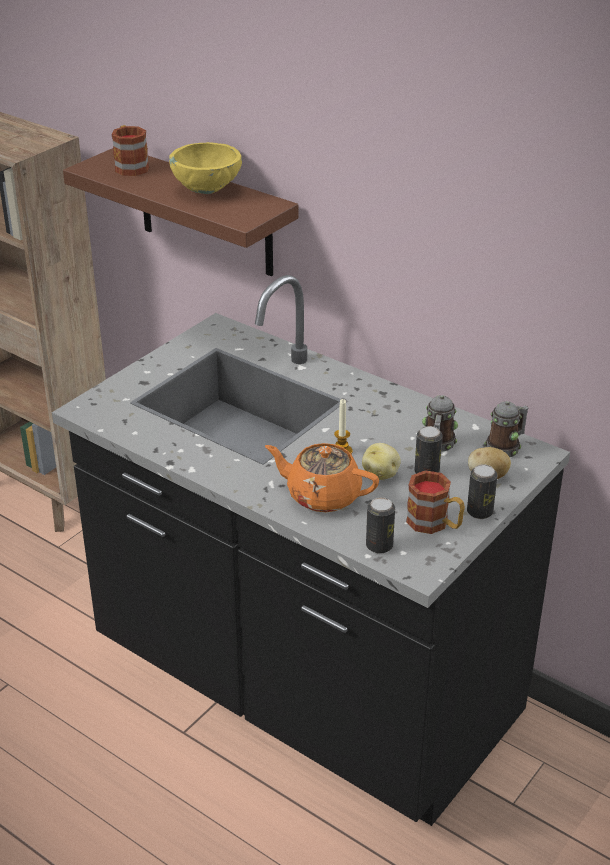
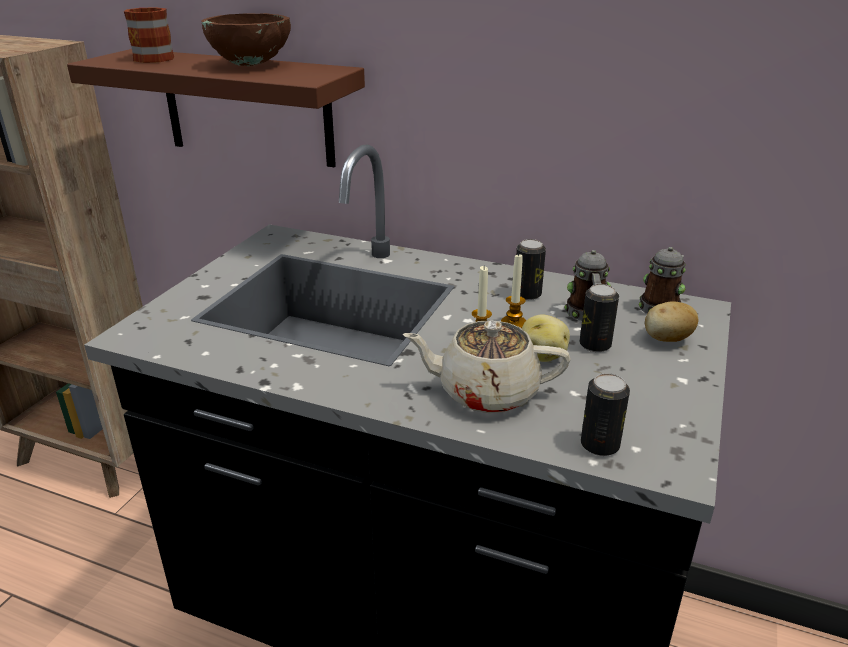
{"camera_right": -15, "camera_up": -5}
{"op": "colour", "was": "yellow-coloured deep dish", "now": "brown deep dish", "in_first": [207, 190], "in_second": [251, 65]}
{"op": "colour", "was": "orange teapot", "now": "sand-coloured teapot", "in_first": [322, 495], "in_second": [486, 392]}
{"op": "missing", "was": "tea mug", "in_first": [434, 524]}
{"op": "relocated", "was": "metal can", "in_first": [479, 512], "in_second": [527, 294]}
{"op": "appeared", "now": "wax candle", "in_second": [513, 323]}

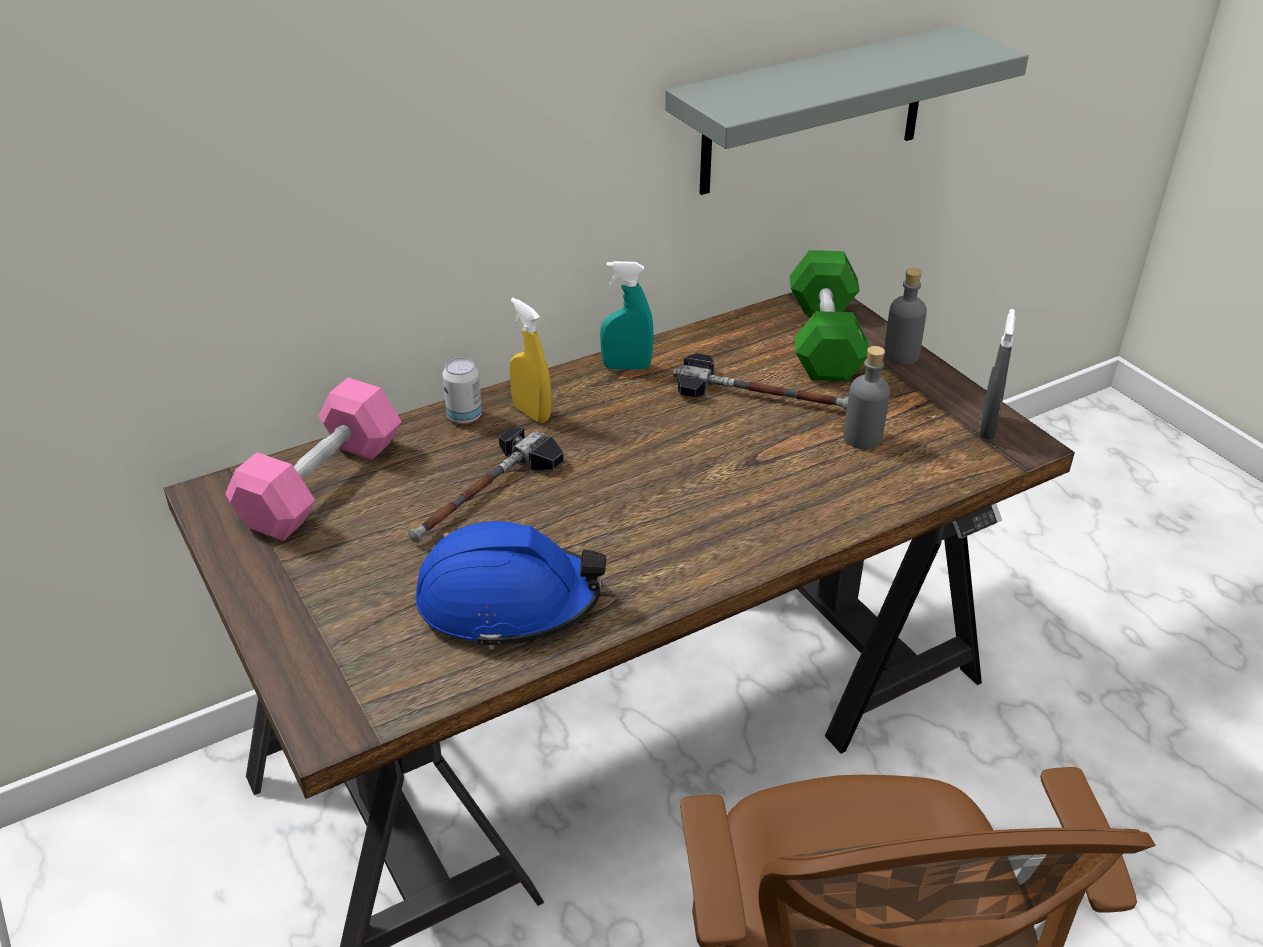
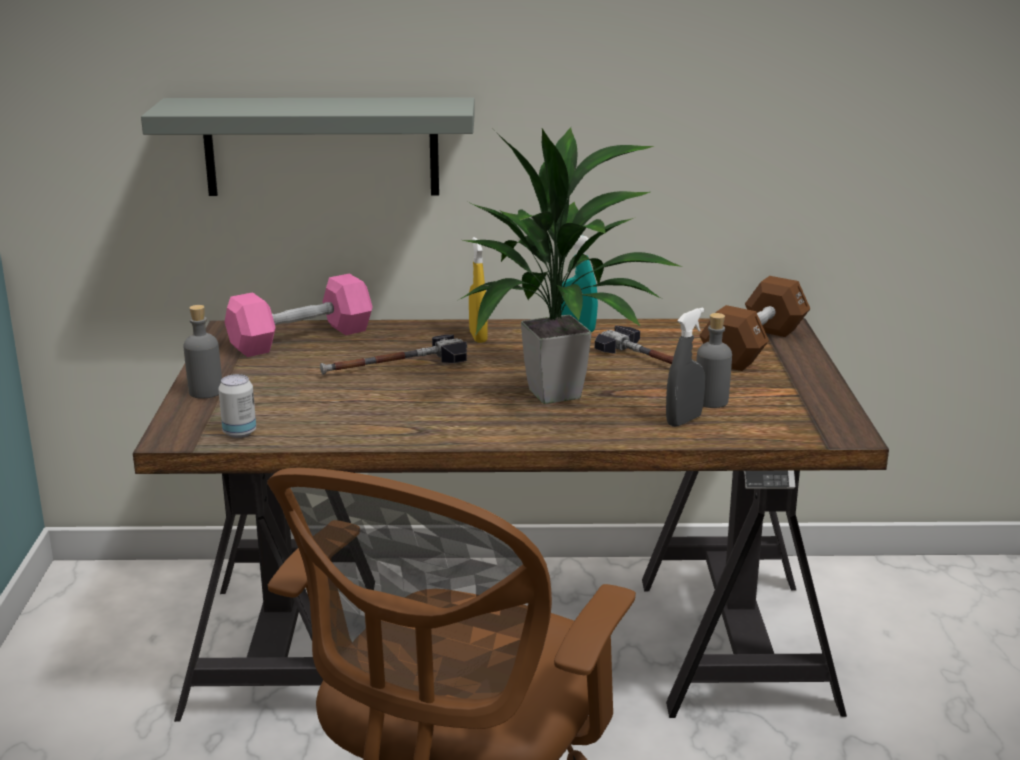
{"camera_right": 30, "camera_up": -15}
{"op": "missing", "was": "blue hard hat", "in_first": [508, 602]}
{"op": "relocated", "was": "metal can", "in_first": [464, 416], "in_second": [239, 432]}
{"op": "relocated", "was": "grey wall shelf", "in_first": [814, 111], "in_second": [321, 146]}
{"op": "colour", "was": "green-coloured hand weight", "now": "brown hand weight", "in_first": [824, 339], "in_second": [754, 346]}
{"op": "relocated", "was": "grey bottle", "in_first": [901, 355], "in_second": [205, 392]}
{"op": "relocated", "was": "grey sprayer", "in_first": [987, 427], "in_second": [684, 420]}
{"op": "appeared", "now": "houseplant", "in_second": [558, 393]}

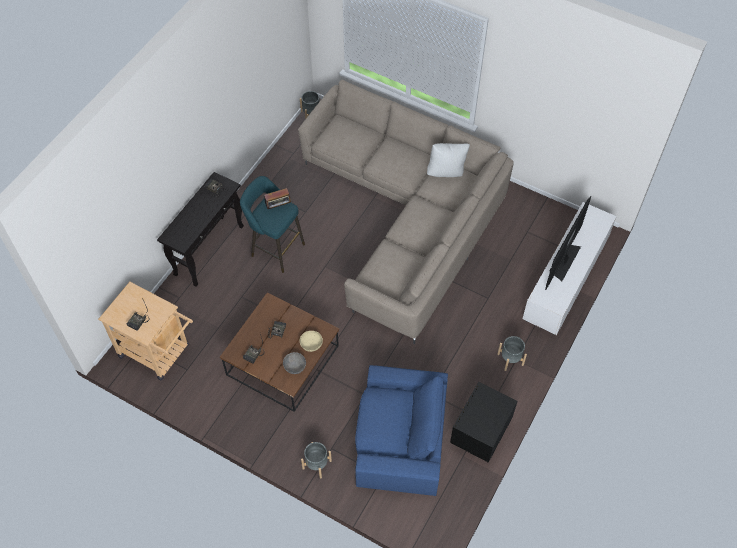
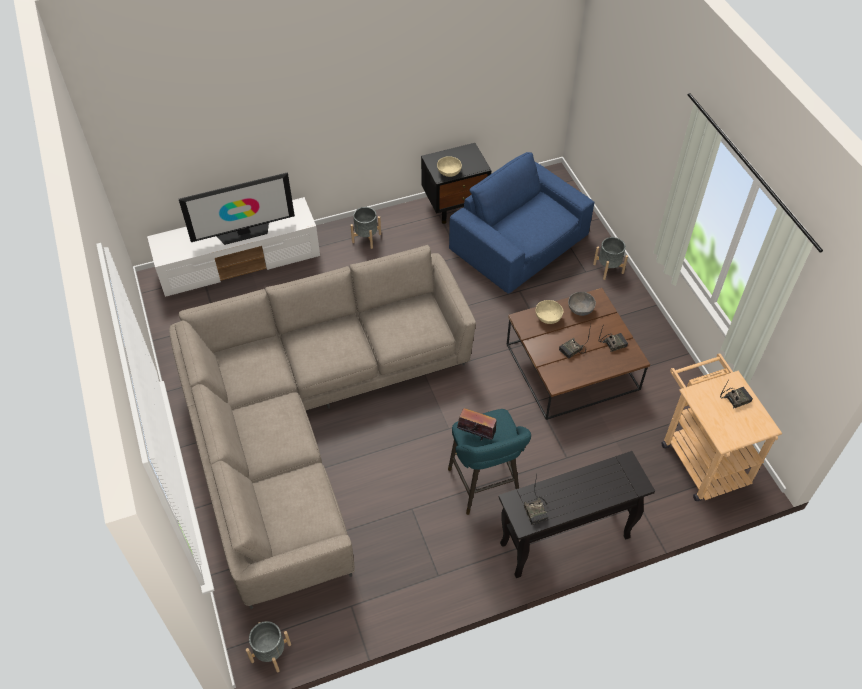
{"camera_right": -140, "camera_up": -5}
{"op": "missing", "was": "whitish cushion", "in_first": [446, 172]}
{"op": "appeared", "now": "sand-coloured deep dish", "in_second": [449, 172]}

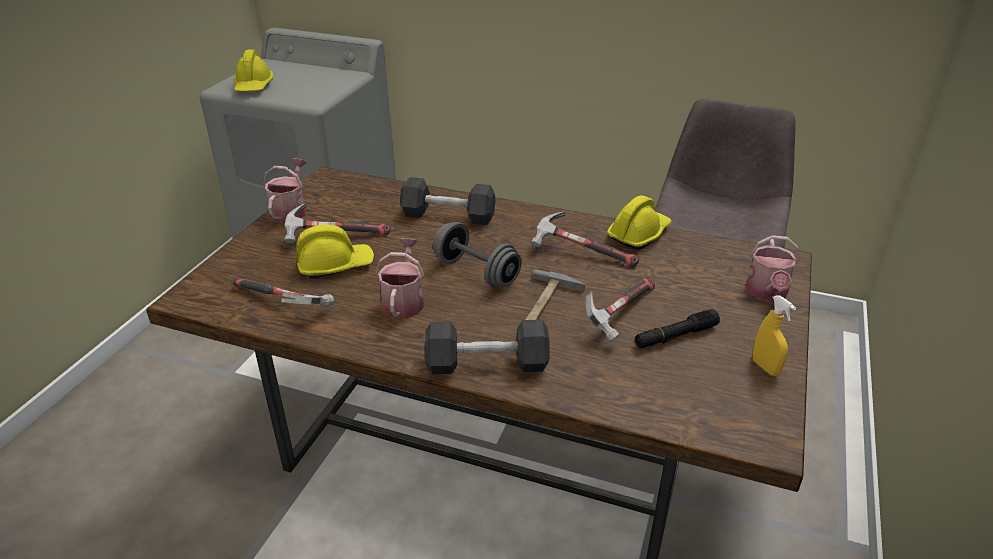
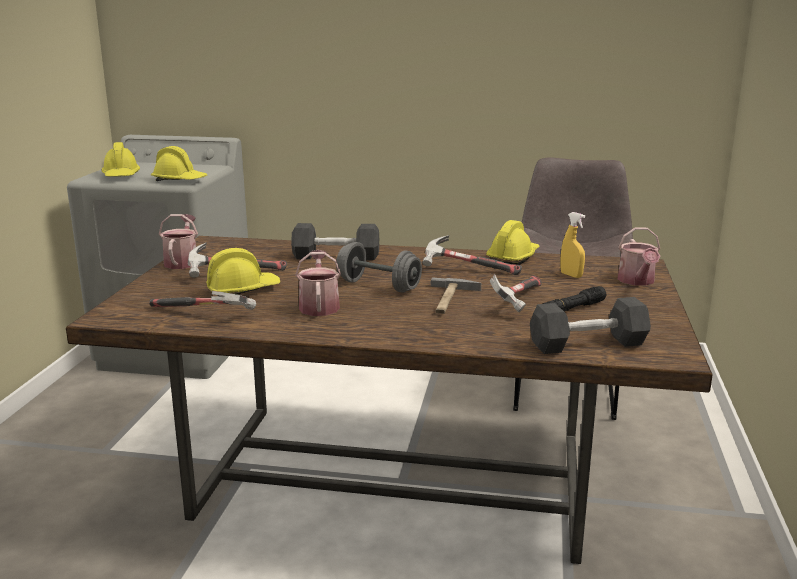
{"camera_right": -10, "camera_up": -15}
{"op": "relocated", "was": "black-coloured hand weight", "in_first": [487, 364], "in_second": [588, 344]}
{"op": "relocated", "was": "yellow-coloured sprayer", "in_first": [765, 367], "in_second": [571, 275]}
{"op": "appeared", "now": "yellow-coloured hard hat", "in_second": [180, 180]}

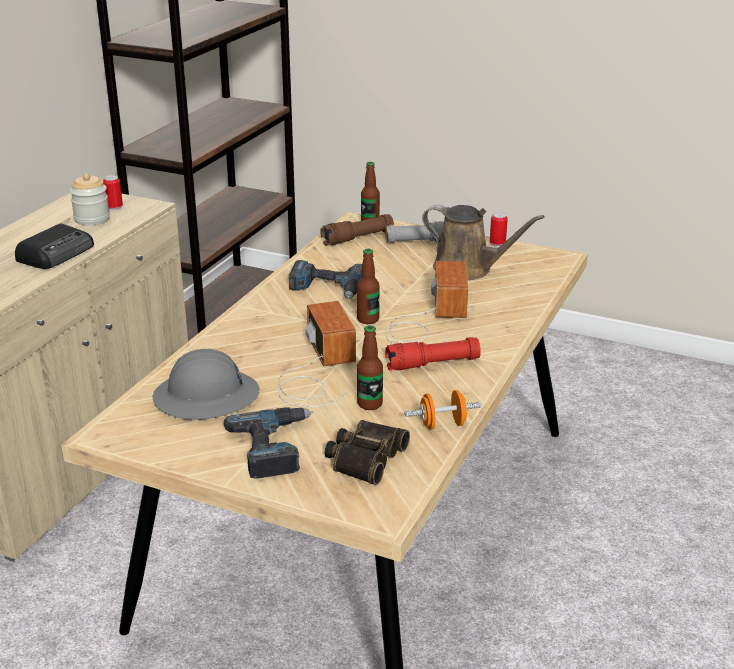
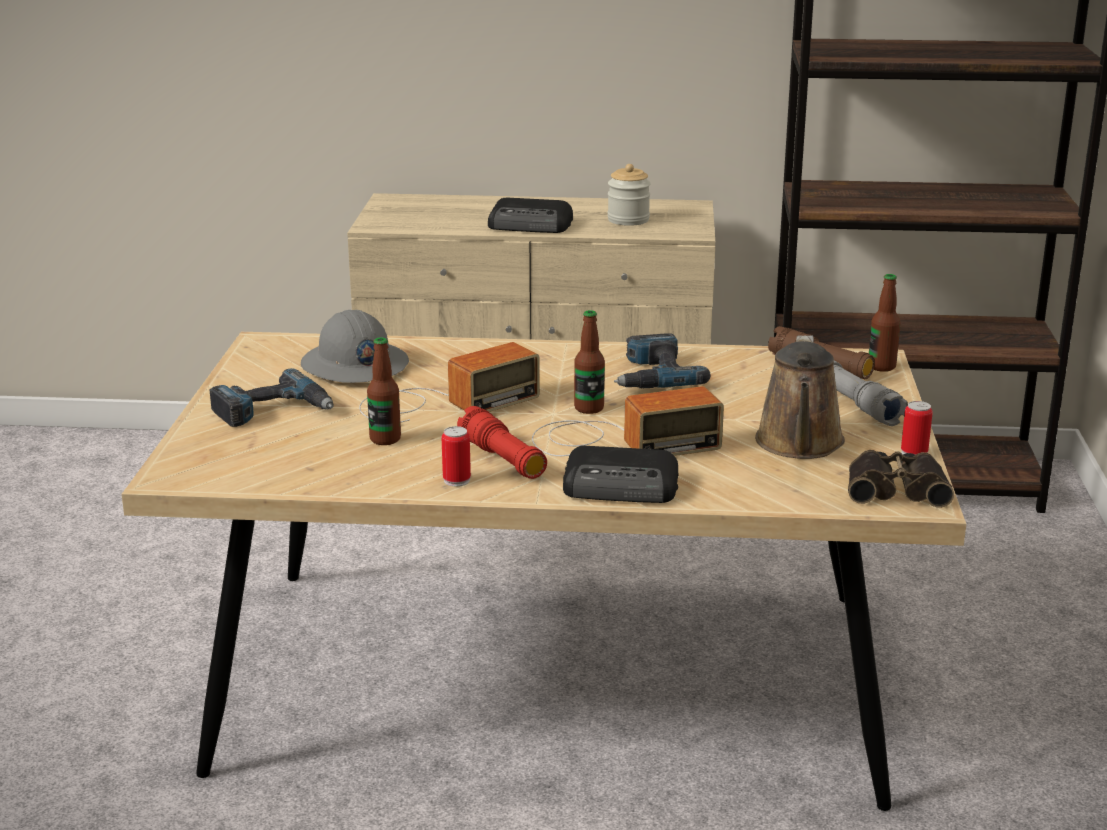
{"camera_right": 70, "camera_up": -5}
{"op": "relocated", "was": "metal can", "in_first": [114, 207], "in_second": [456, 480]}
{"op": "relocated", "was": "binoculars", "in_first": [365, 458], "in_second": [897, 489]}
{"op": "missing", "was": "orange hand weight", "in_first": [442, 424]}
{"op": "appeared", "now": "radio set", "in_second": [622, 486]}

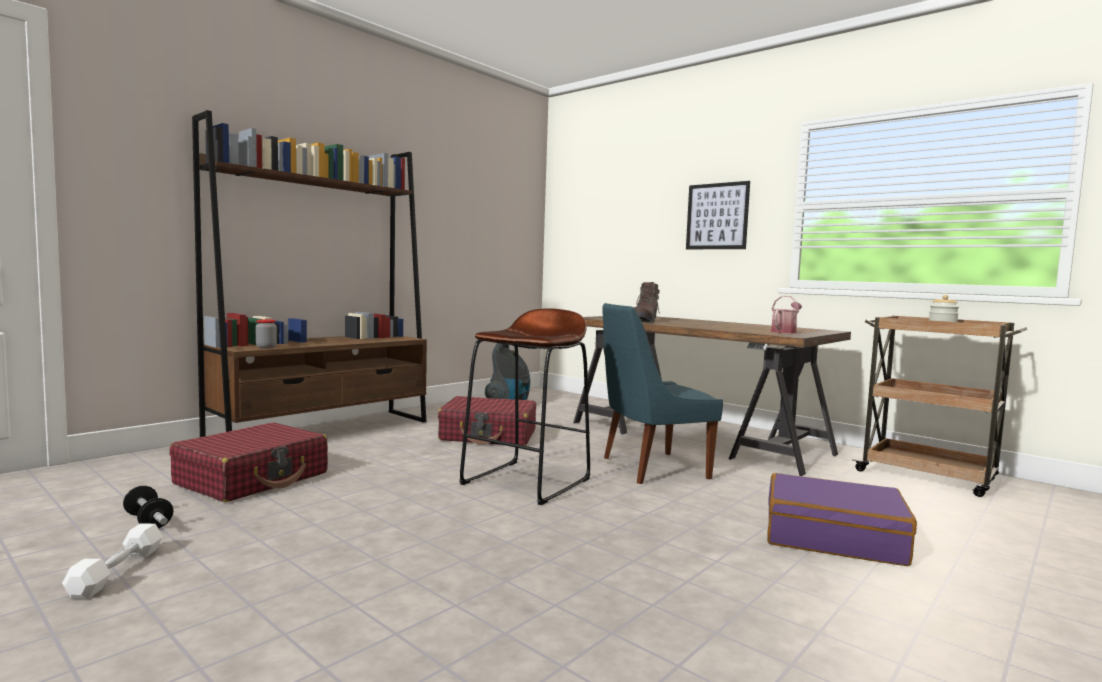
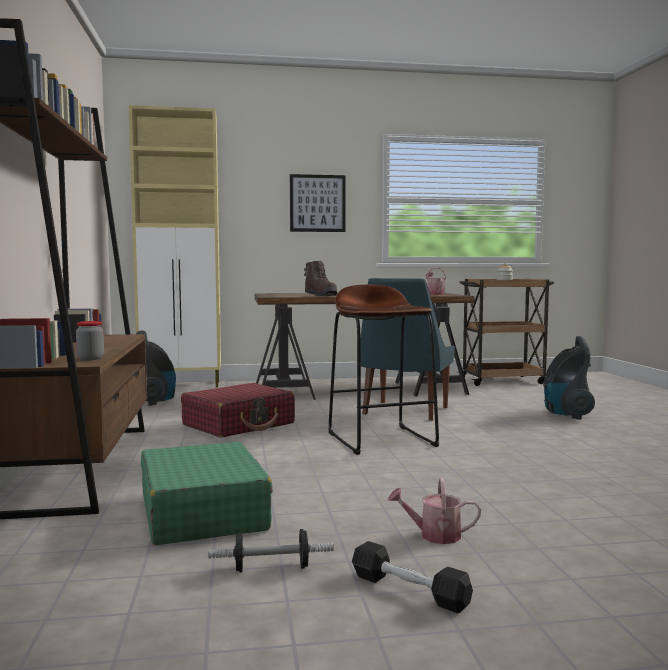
{"camera_right": -50, "camera_up": 0}
{"op": "colour", "was": "whitish hand weight", "now": "black-coloured hand weight", "in_first": [117, 572], "in_second": [409, 590]}
{"op": "colour", "was": "red piece of luggage", "now": "green-coloured piece of luggage", "in_first": [253, 479], "in_second": [203, 512]}
{"op": "exchanged", "was": "purplish piece of luggage", "now": "hoover", "in_first": [833, 537], "in_second": [566, 414]}
{"op": "appeared", "now": "sand-coloured storage cabinet", "in_second": [182, 385]}
{"op": "appeared", "now": "sprinkling can", "in_second": [434, 535]}

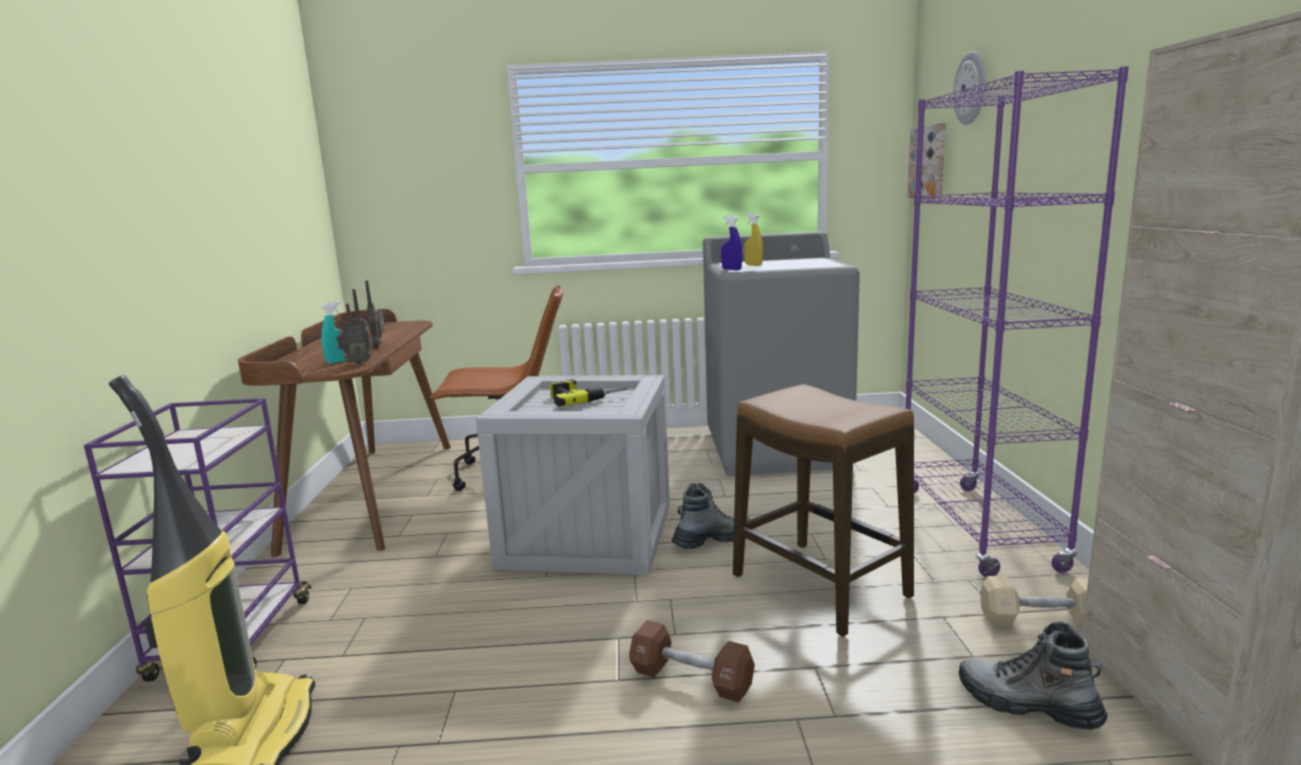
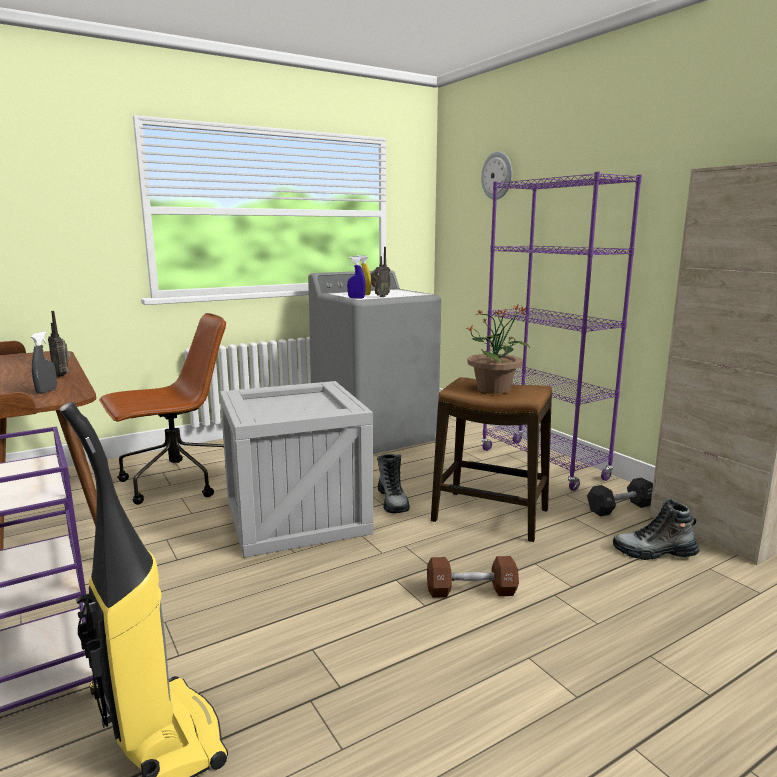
{"camera_right": -30, "camera_up": 0}
{"op": "colour", "was": "turquoise sprayer", "now": "grey sprayer", "in_first": [338, 362], "in_second": [46, 391]}
{"op": "relocated", "was": "radio set", "in_first": [357, 363], "in_second": [380, 296]}
{"op": "missing", "was": "power drill", "in_first": [585, 397]}
{"op": "spun", "was": "high-top boot", "in_first": [712, 540], "in_second": [392, 501], "clockwise": 135}
{"op": "missing", "was": "picture", "in_first": [929, 162]}
{"op": "colour", "was": "sand-coloured hand weight", "now": "black-coloured hand weight", "in_first": [1041, 620], "in_second": [620, 508]}
{"op": "appeared", "now": "houseplant", "in_second": [494, 389]}

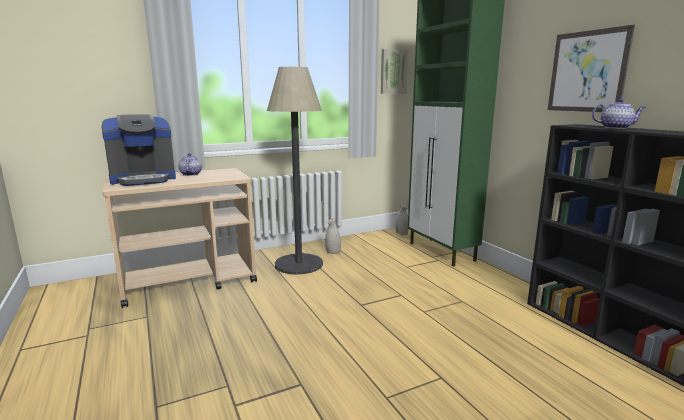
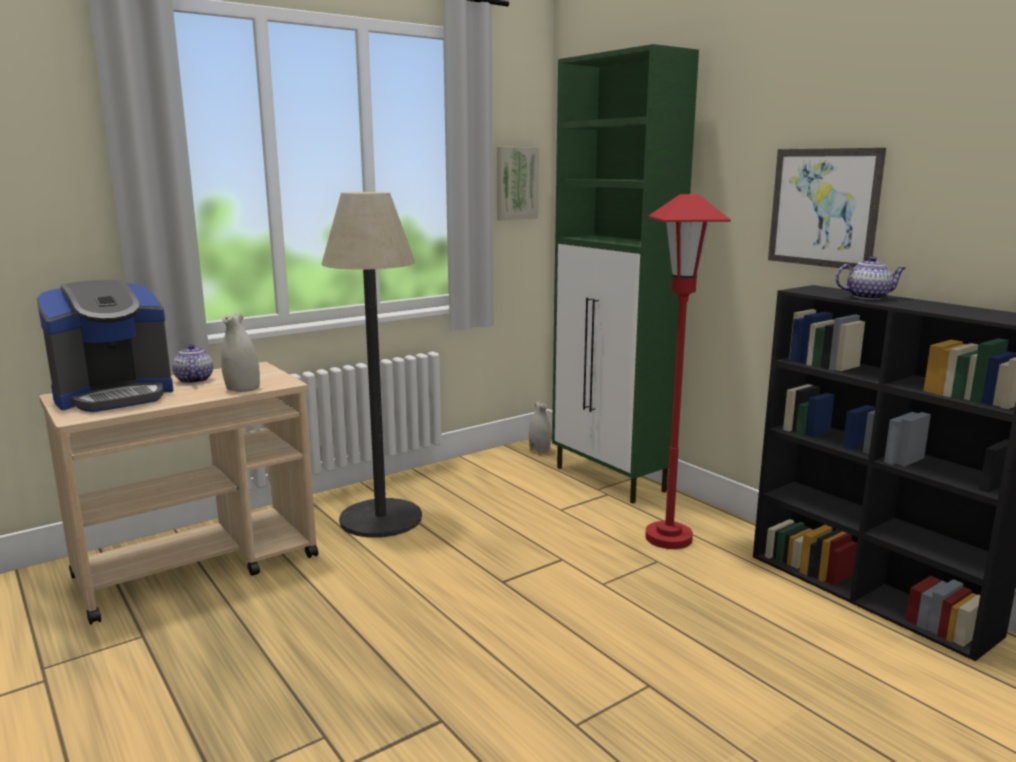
{"camera_right": -10, "camera_up": 0}
{"op": "relocated", "was": "whitish vase", "in_first": [333, 252], "in_second": [242, 389]}
{"op": "appeared", "now": "red floor lamp", "in_second": [668, 538]}

